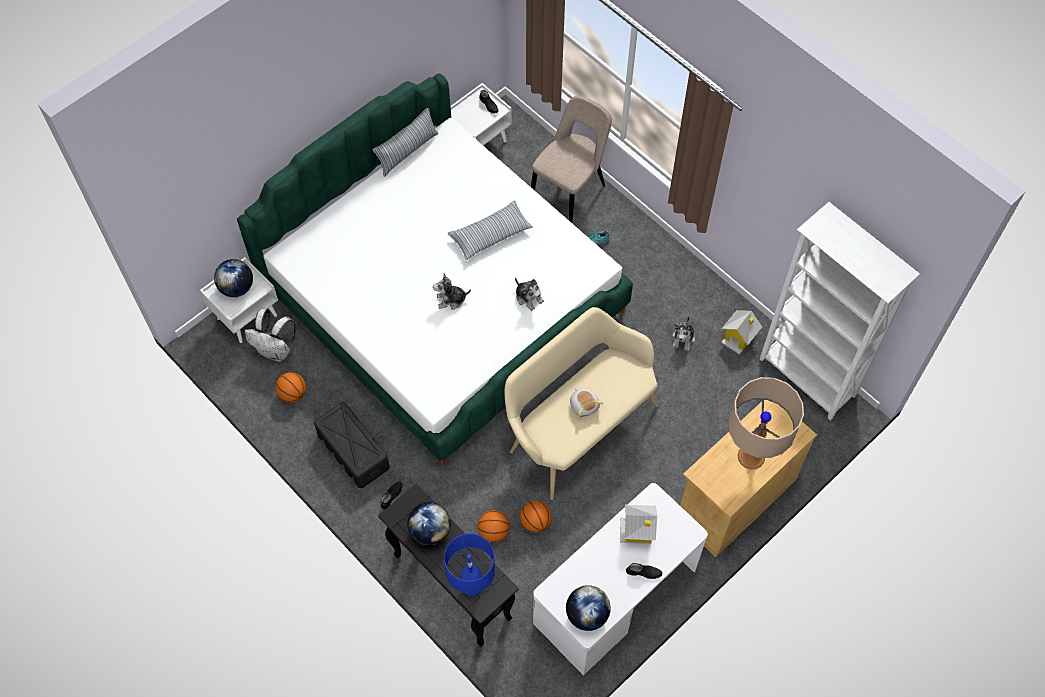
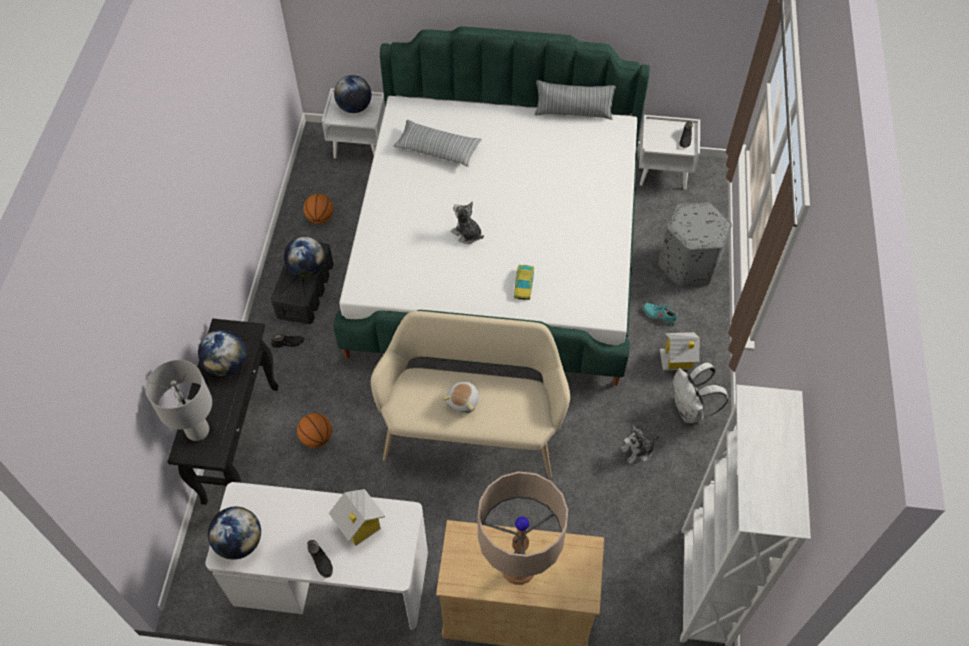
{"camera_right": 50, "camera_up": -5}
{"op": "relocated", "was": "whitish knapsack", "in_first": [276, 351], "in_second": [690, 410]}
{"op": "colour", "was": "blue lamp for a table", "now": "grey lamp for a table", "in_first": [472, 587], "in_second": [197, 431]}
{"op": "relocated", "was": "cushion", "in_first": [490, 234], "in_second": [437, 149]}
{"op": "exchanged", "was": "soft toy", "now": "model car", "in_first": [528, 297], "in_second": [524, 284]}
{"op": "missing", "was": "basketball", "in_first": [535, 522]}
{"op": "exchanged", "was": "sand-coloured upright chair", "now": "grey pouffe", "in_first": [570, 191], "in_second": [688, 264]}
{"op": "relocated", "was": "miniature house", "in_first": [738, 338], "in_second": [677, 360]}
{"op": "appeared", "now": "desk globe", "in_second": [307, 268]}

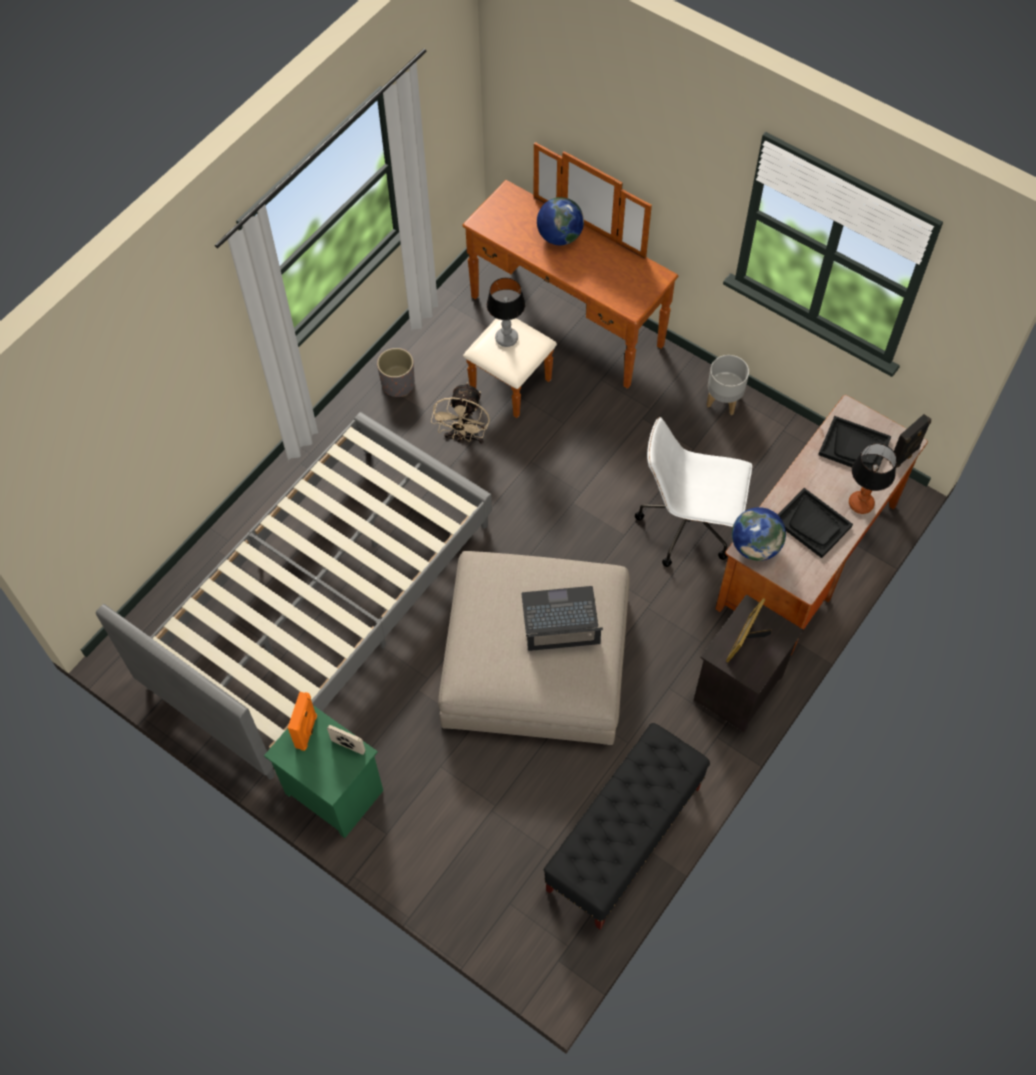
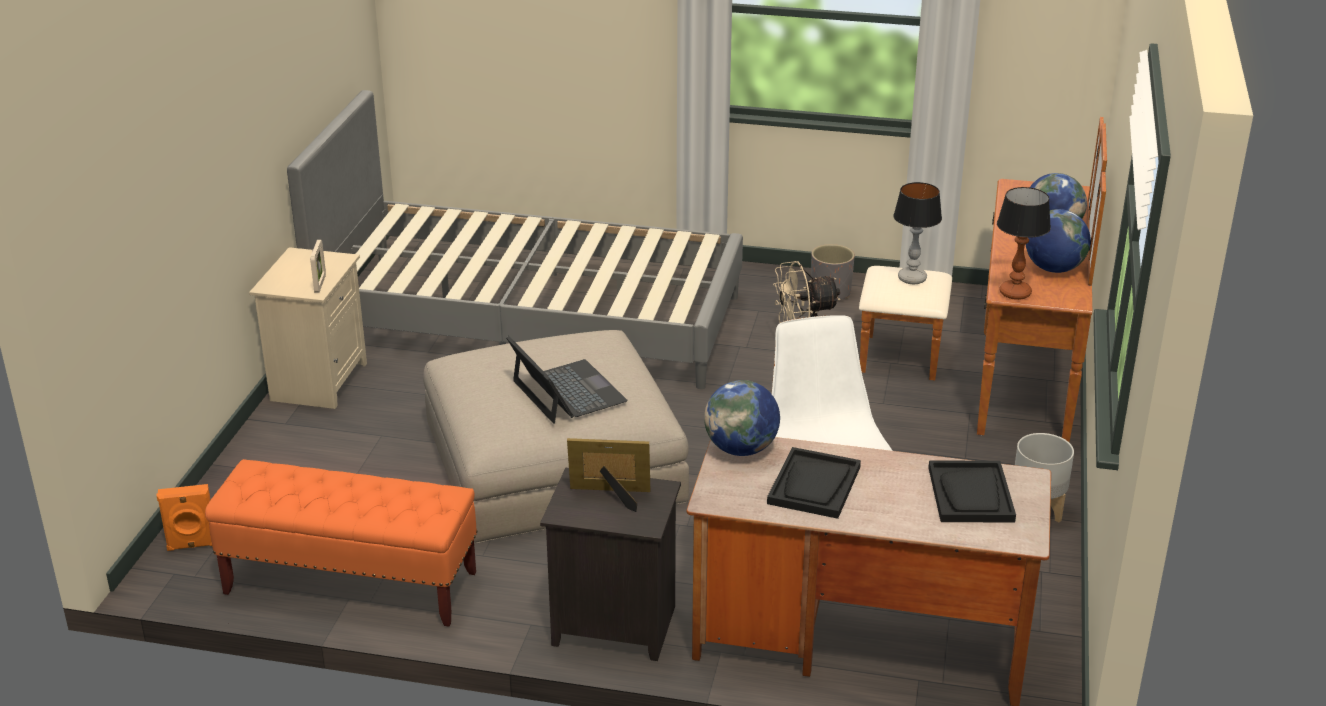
{"camera_right": 65, "camera_up": -30}
{"op": "colour", "was": "green-coloured bedside table", "now": "sand-coloured bedside table", "in_first": [332, 792], "in_second": [318, 381]}
{"op": "relocated", "was": "orange loudspeaker", "in_first": [307, 731], "in_second": [192, 545]}
{"op": "colour", "was": "black-coloured bench", "now": "orange bench", "in_first": [623, 839], "in_second": [350, 583]}
{"op": "relocated", "was": "lamp for a table", "in_first": [861, 504], "in_second": [1015, 293]}
{"op": "missing", "was": "black-coloured loudspeaker", "in_first": [905, 455]}
{"op": "appeared", "now": "desk globe", "in_second": [1053, 268]}

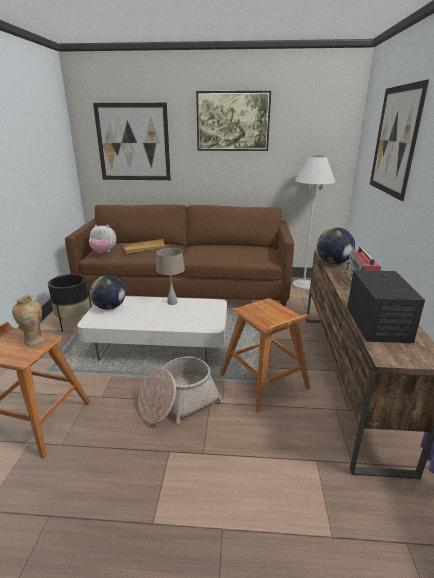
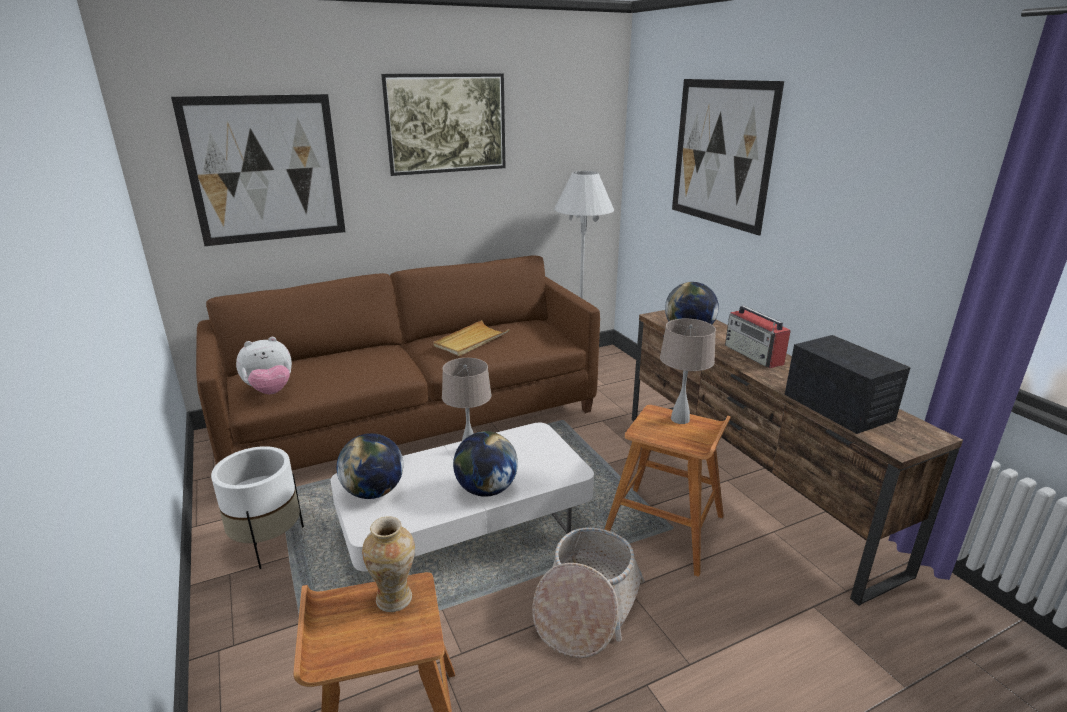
{"camera_right": -30, "camera_up": 0}
{"op": "colour", "was": "black-coloured flower pot", "now": "whitish flower pot", "in_first": [75, 323], "in_second": [268, 543]}
{"op": "relocated", "was": "sand-coloured serving tray", "in_first": [145, 248], "in_second": [471, 341]}
{"op": "appeared", "now": "desk globe", "in_second": [486, 490]}
{"op": "appeared", "now": "sand-coloured lamp for a table", "in_second": [680, 419]}

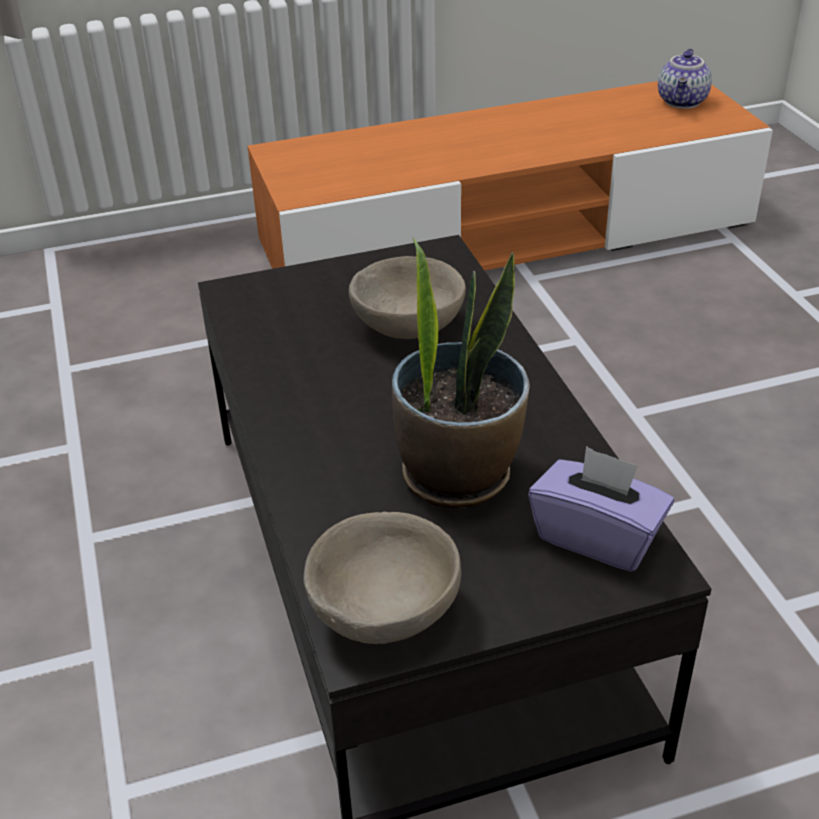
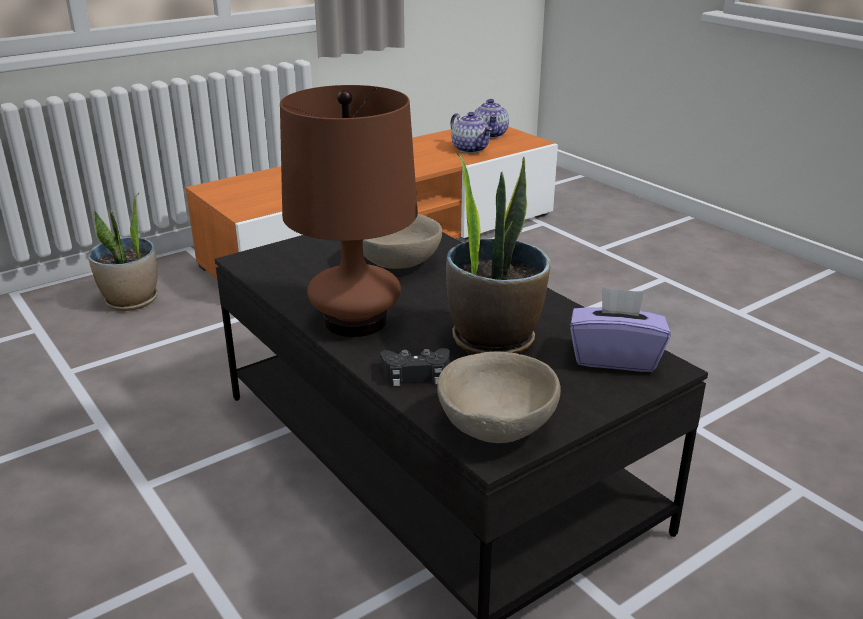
{"camera_right": -20, "camera_up": -10}
{"op": "appeared", "now": "houseplant", "in_second": [131, 301]}
{"op": "appeared", "now": "brown lamp for a table", "in_second": [355, 320]}
{"op": "appeared", "now": "black-coloured gamepad", "in_second": [416, 373]}
{"op": "appeared", "now": "teapot", "in_second": [471, 149]}

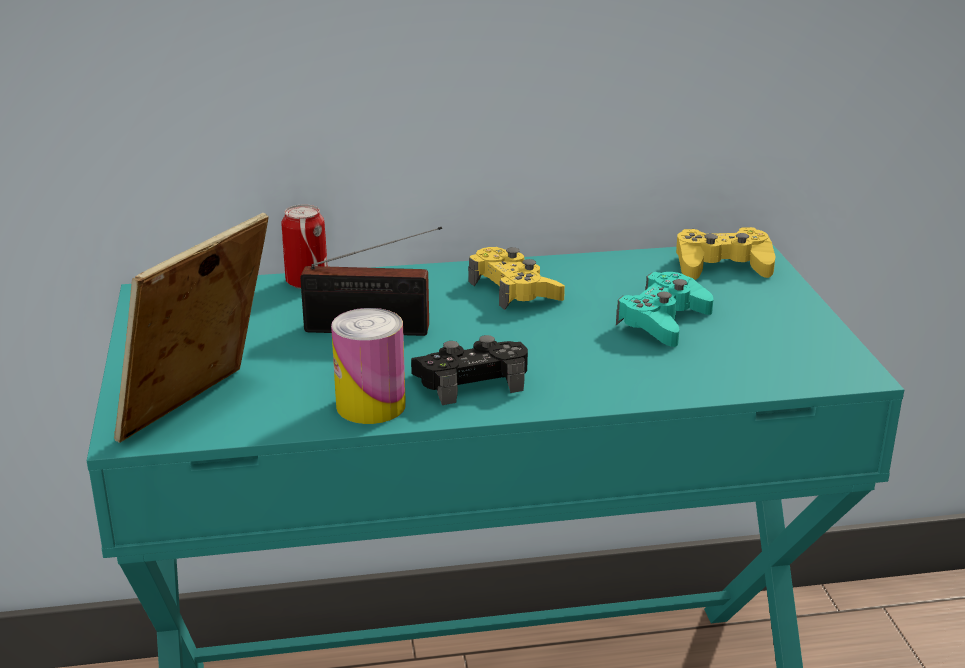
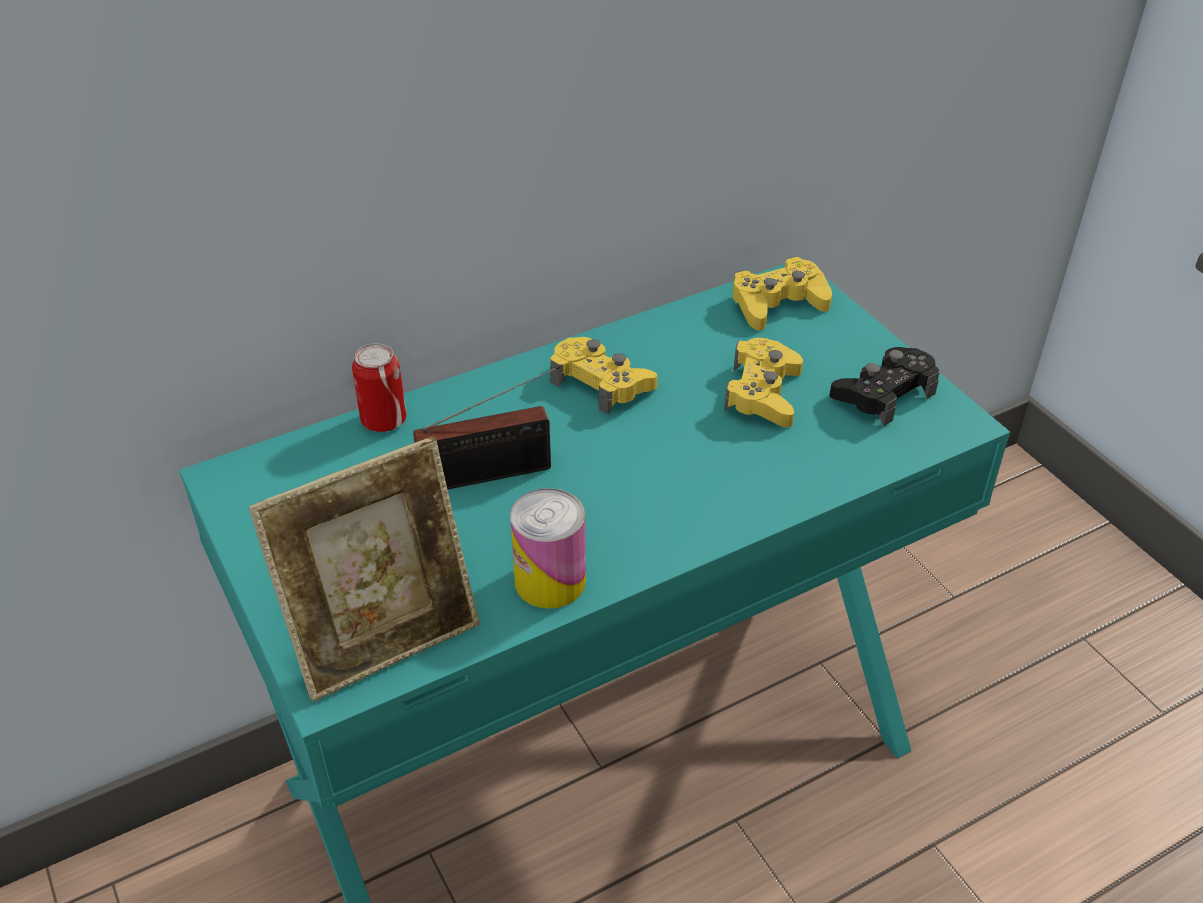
{"camera_right": -20, "camera_up": 15}
{"op": "spun", "was": "picture frame", "in_first": [201, 413], "in_second": [384, 638], "clockwise": -135}
{"op": "relocated", "was": "black-coloured gamepad", "in_first": [471, 381], "in_second": [884, 393]}
{"op": "colour", "was": "turquoise gamepad", "now": "yellow-coloured gamepad", "in_first": [663, 321], "in_second": [763, 393]}

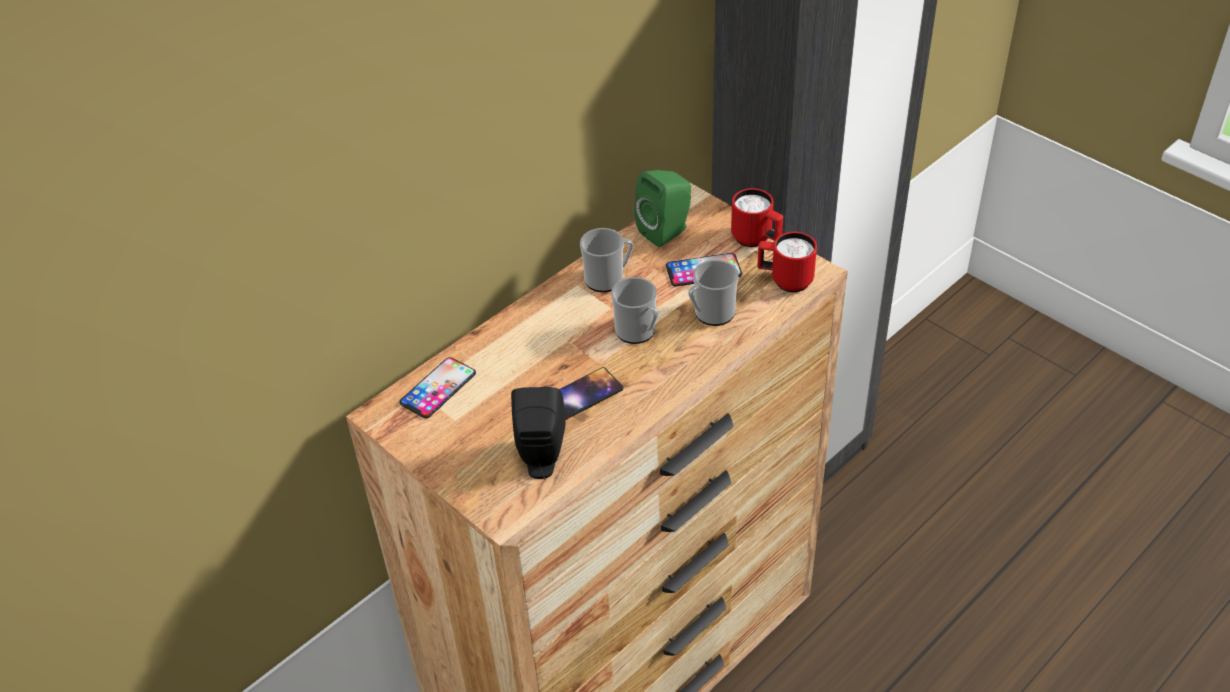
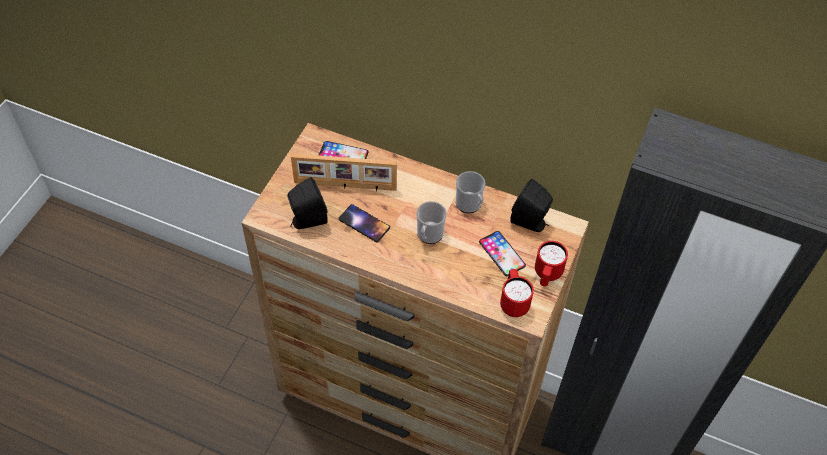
{"camera_right": 65, "camera_up": 10}
{"op": "colour", "was": "green-coloured loudspeaker", "now": "black-coloured loudspeaker", "in_first": [667, 231], "in_second": [530, 222]}
{"op": "missing", "was": "tea mug", "in_first": [710, 314]}
{"op": "appeared", "now": "picture frame", "in_second": [345, 186]}

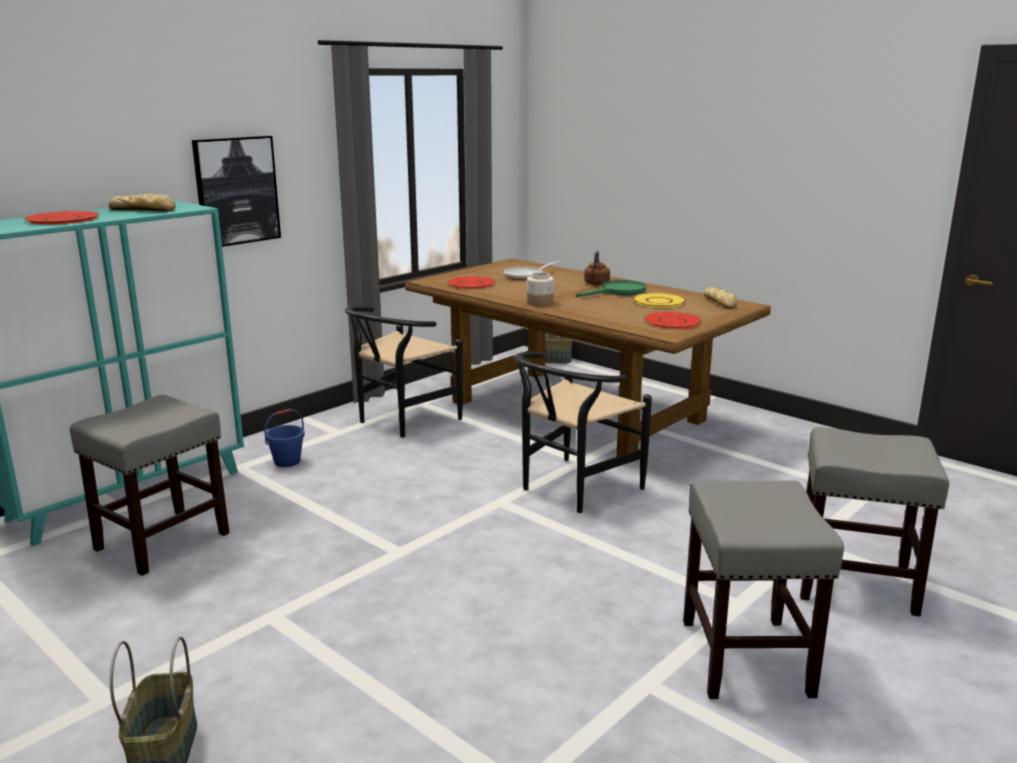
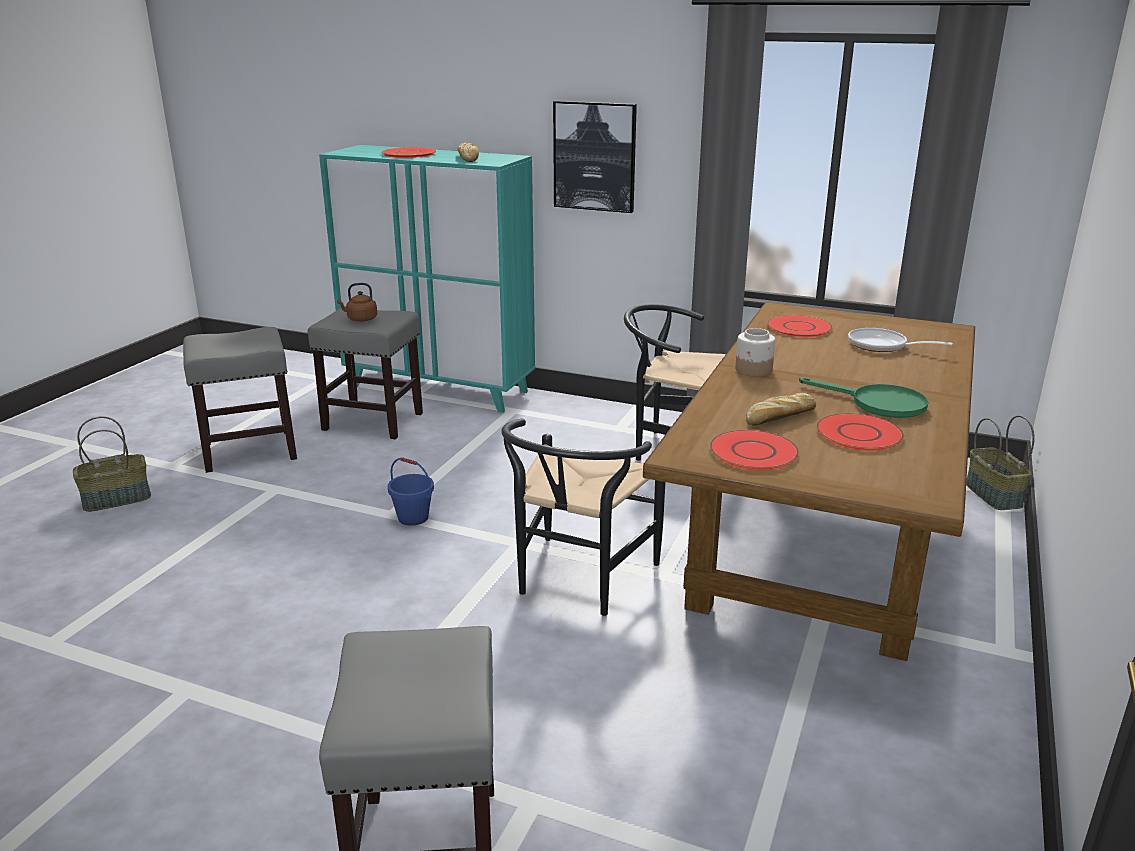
{"camera_right": 70, "camera_up": 5}
{"op": "relocated", "was": "blue water bucket", "in_first": [287, 461], "in_second": [413, 517]}
{"op": "spun", "was": "black-coloured upright chair", "in_first": [572, 489], "in_second": [578, 581], "clockwise": -90}
{"op": "relocated", "was": "brown tea kettle", "in_first": [596, 284], "in_second": [360, 319]}
{"op": "colour", "was": "yellow-coloured flat dish", "now": "red flat dish", "in_first": [659, 301], "in_second": [858, 434]}
{"op": "relocated", "was": "grey stool", "in_first": [747, 658], "in_second": [248, 451]}
{"op": "relocated", "was": "bread", "in_first": [720, 303], "in_second": [779, 417]}

